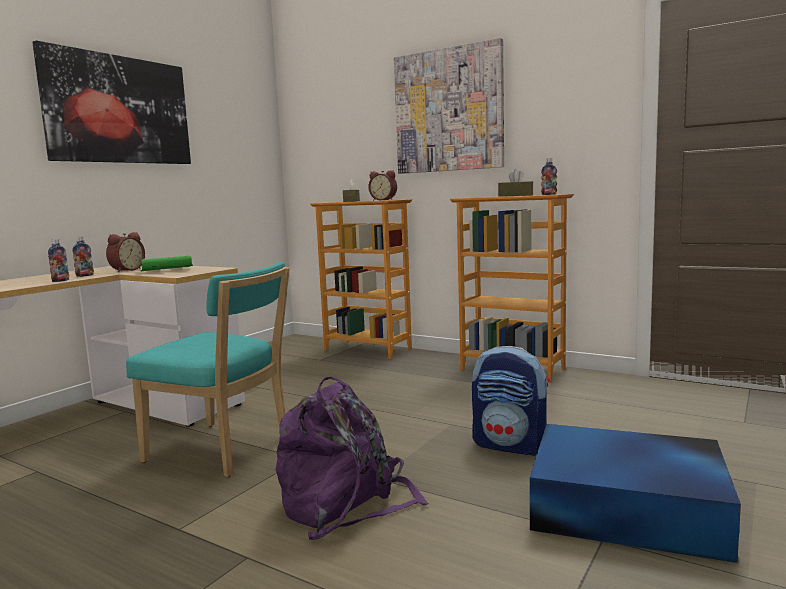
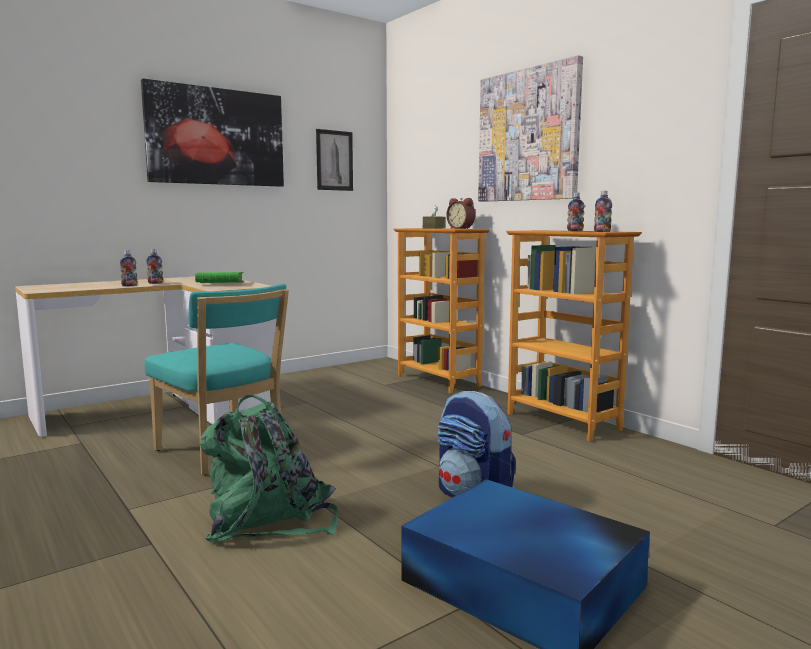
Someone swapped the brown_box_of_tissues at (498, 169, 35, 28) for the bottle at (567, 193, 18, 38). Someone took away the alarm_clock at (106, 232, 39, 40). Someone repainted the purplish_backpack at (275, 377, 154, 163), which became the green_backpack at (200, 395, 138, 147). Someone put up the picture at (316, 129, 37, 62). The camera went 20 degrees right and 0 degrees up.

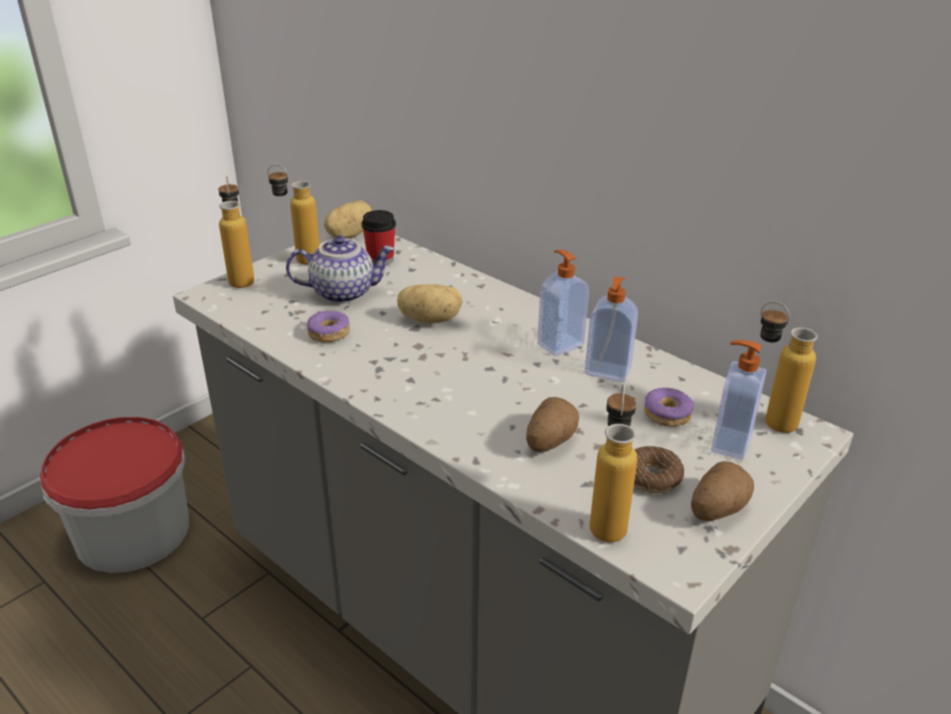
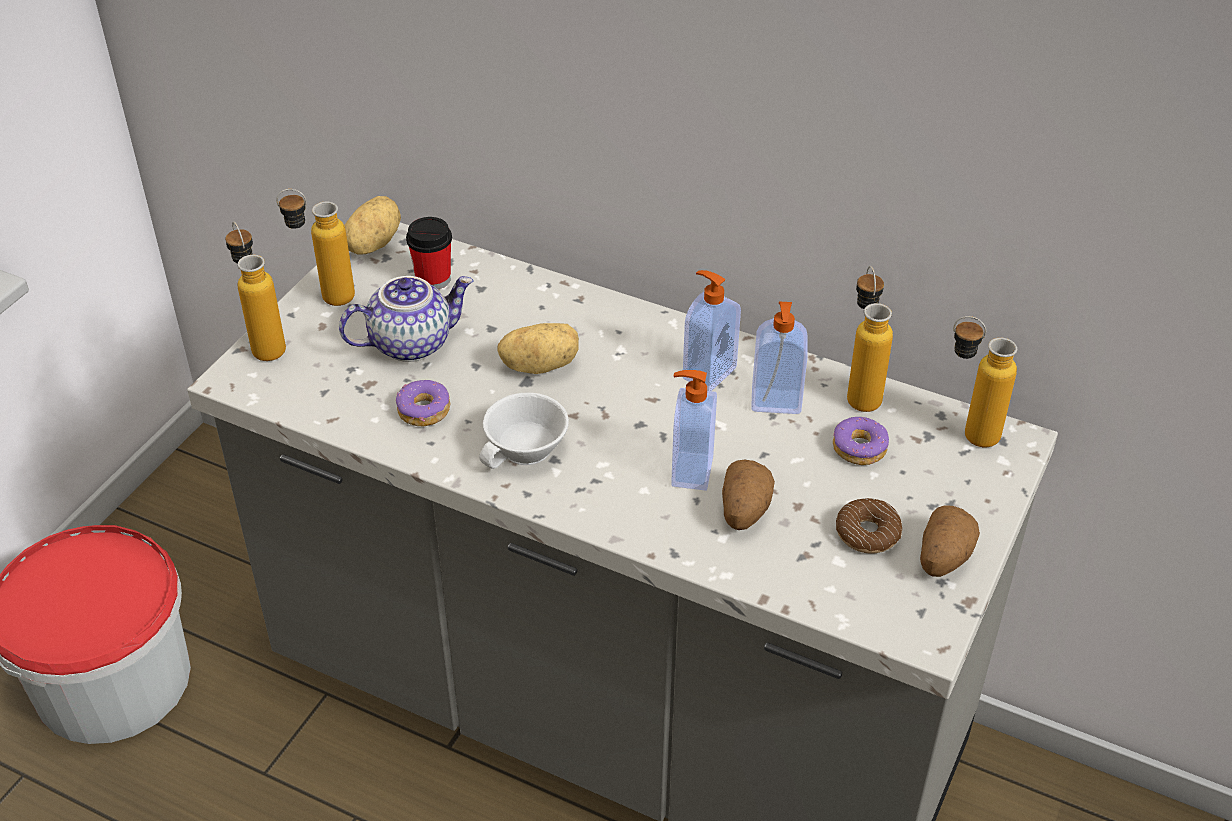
Someone carried the soap_bottle from (711, 340, 56, 120) to (671, 370, 46, 121). Someone carried the bottle from (590, 384, 47, 158) to (847, 266, 46, 146). Someone put down the white-coloured_cup at (479, 393, 90, 76). The camera went 15 degrees left and 10 degrees up.

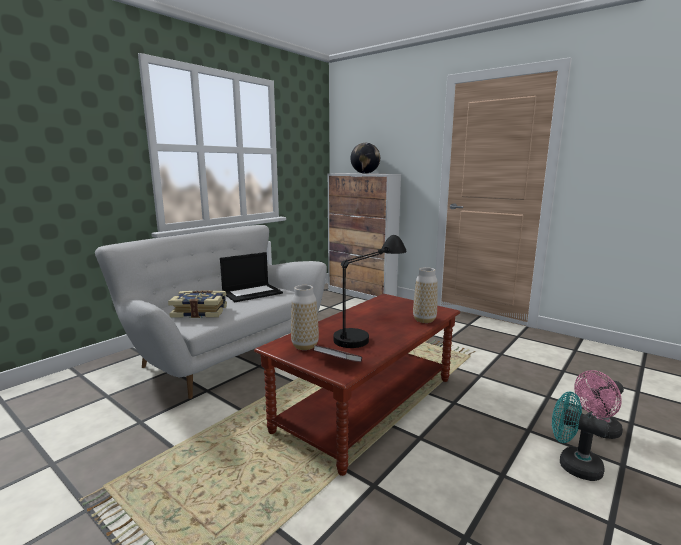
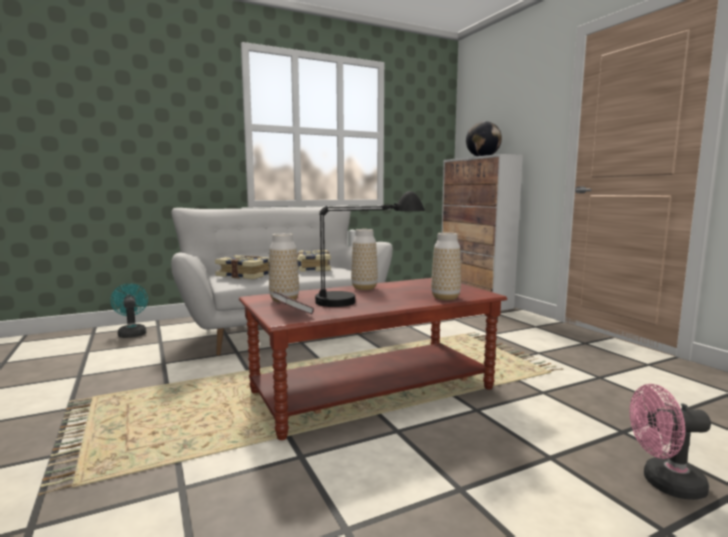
Someone swapped the portable_computer at (220, 252, 63, 50) for the volume at (297, 250, 34, 22). Someone carried the turquoise_electric_fan from (552, 391, 57, 90) to (110, 283, 38, 55). Someone put down the vase at (351, 229, 27, 61). The camera went 25 degrees right and 5 degrees down.

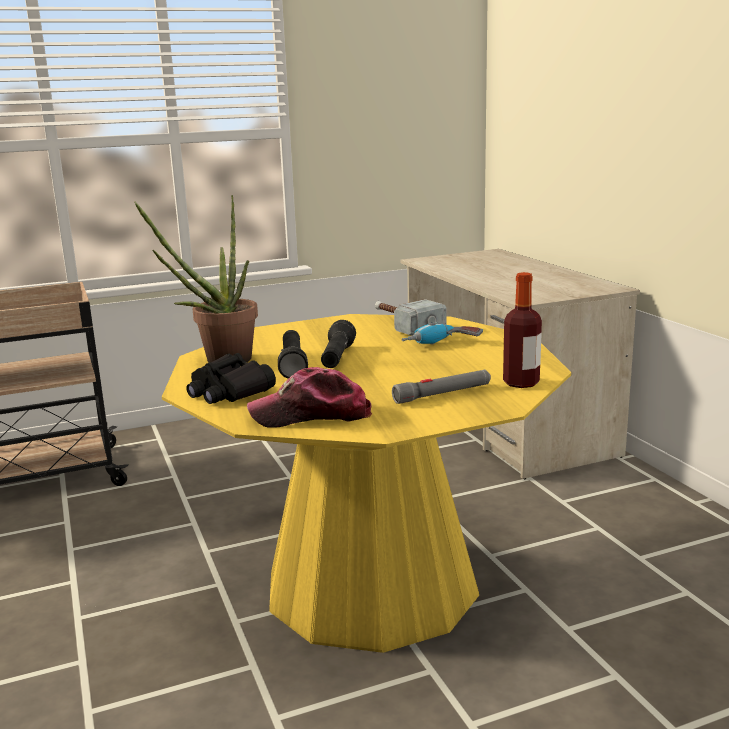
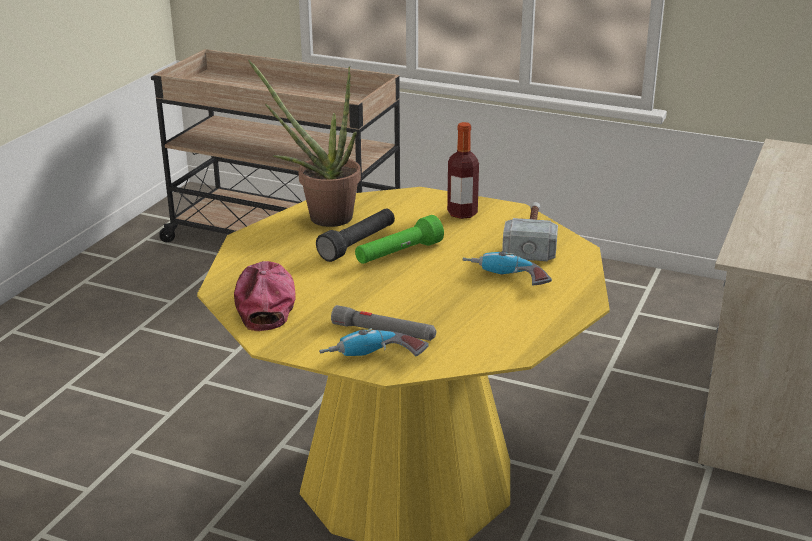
Someone carried the bottle from (503, 272, 39, 116) to (447, 122, 32, 97). Someone repainted the blackish_hand_torch at (321, 320, 35, 48), which became the green_hand_torch at (355, 215, 89, 49). Someone took away the blackish_pair_of_binoculars at (186, 353, 90, 51). Someone rotated the cap at (247, 367, 125, 60) by 45 degrees clockwise. Someone put down the electric_drill at (319, 328, 110, 28). The camera went 45 degrees right and 10 degrees up.

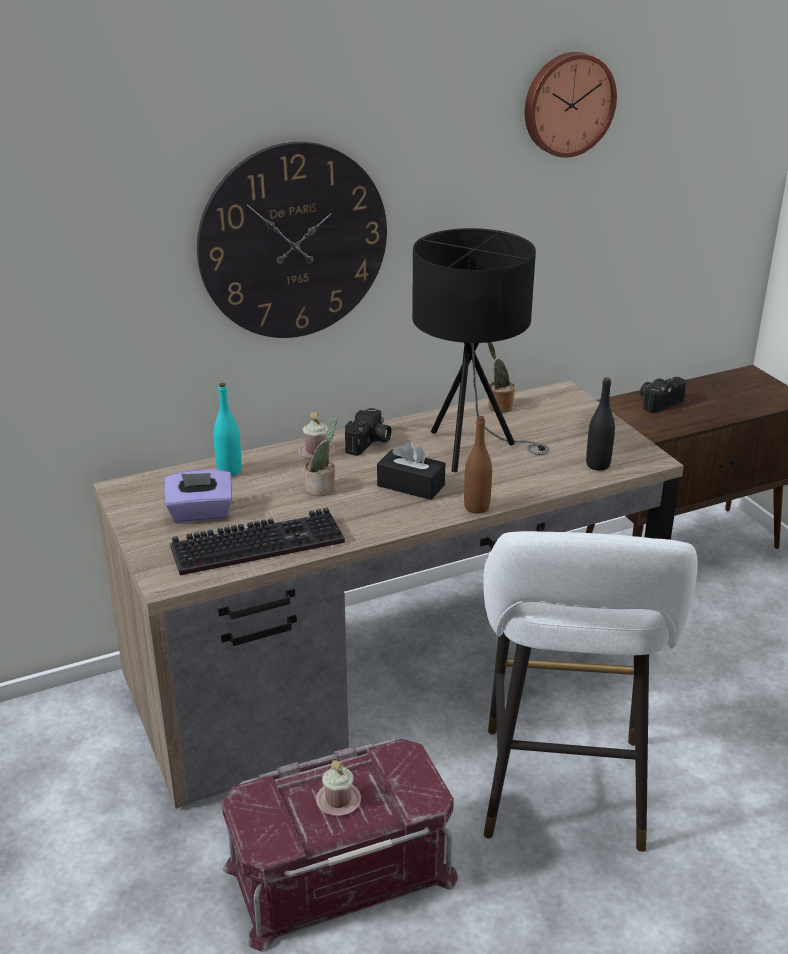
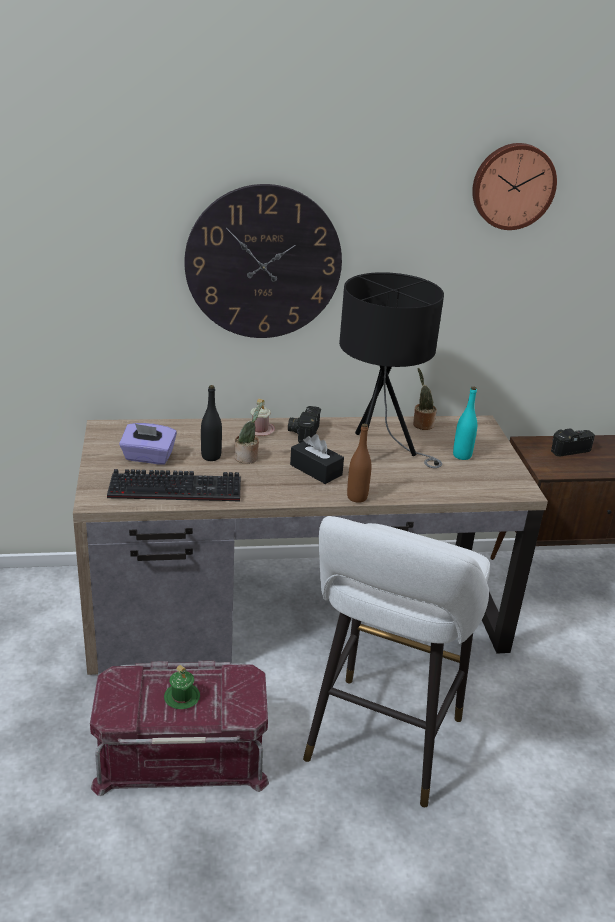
Someone carried the blackish_bottle from (586, 377, 29, 94) to (201, 385, 21, 76). Someone carried the turquoise_bottle from (213, 383, 29, 93) to (453, 387, 24, 73). Someone rotated the photo_camera at (345, 408, 46, 48) by 150 degrees clockwise. Someone repainted the pink-coloured_coffee_mug at (316, 760, 45, 56), which became the green_coffee_mug at (164, 665, 36, 44). The camera went 15 degrees right and 0 degrees up.

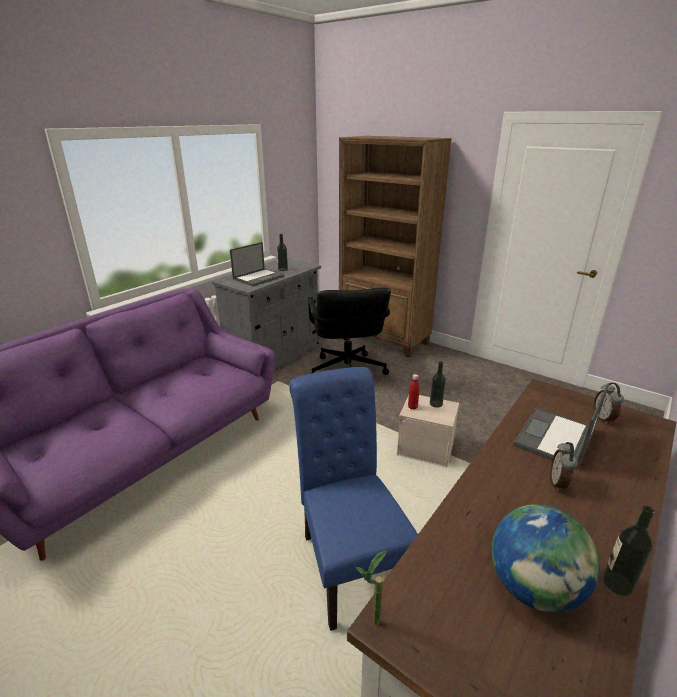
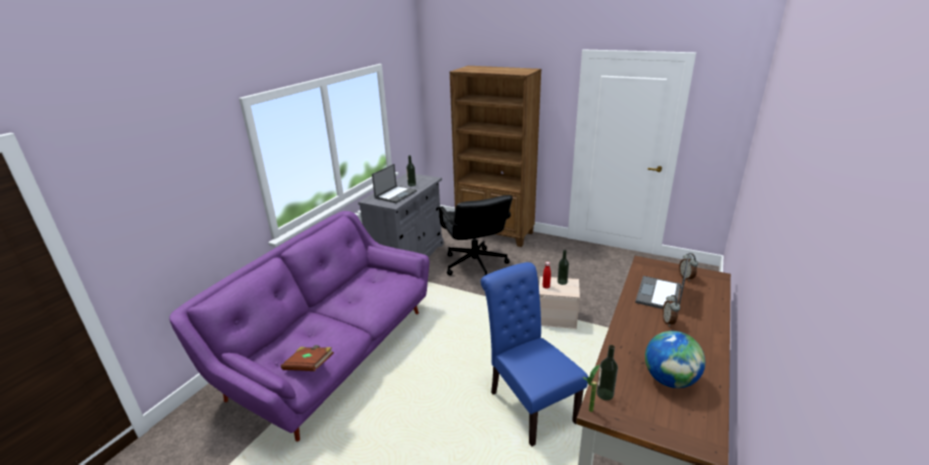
Someone carried the bottle from (603, 506, 52, 90) to (597, 345, 21, 55). Someone put down the brown_volume at (281, 345, 53, 26). The camera went 10 degrees left and 0 degrees up.

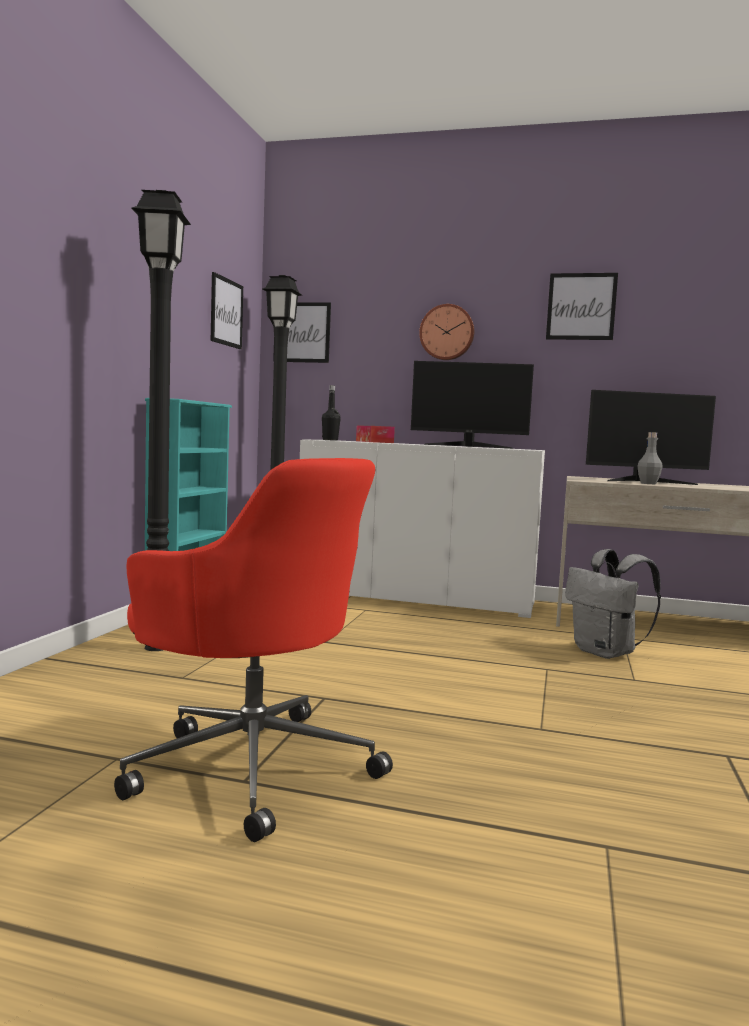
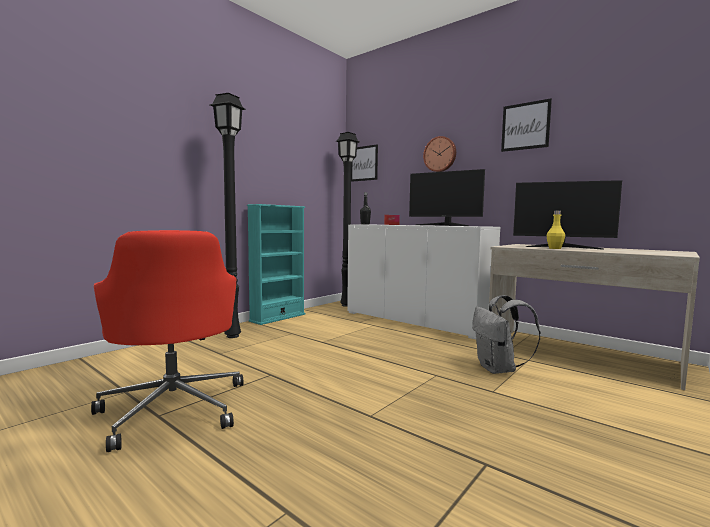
Someone took away the picture at (211, 272, 32, 77). Someone repainted the gray_bottle at (638, 432, 25, 52), which became the yellow-coloured_bottle at (547, 210, 18, 39). The camera went 25 degrees right and 0 degrees up.

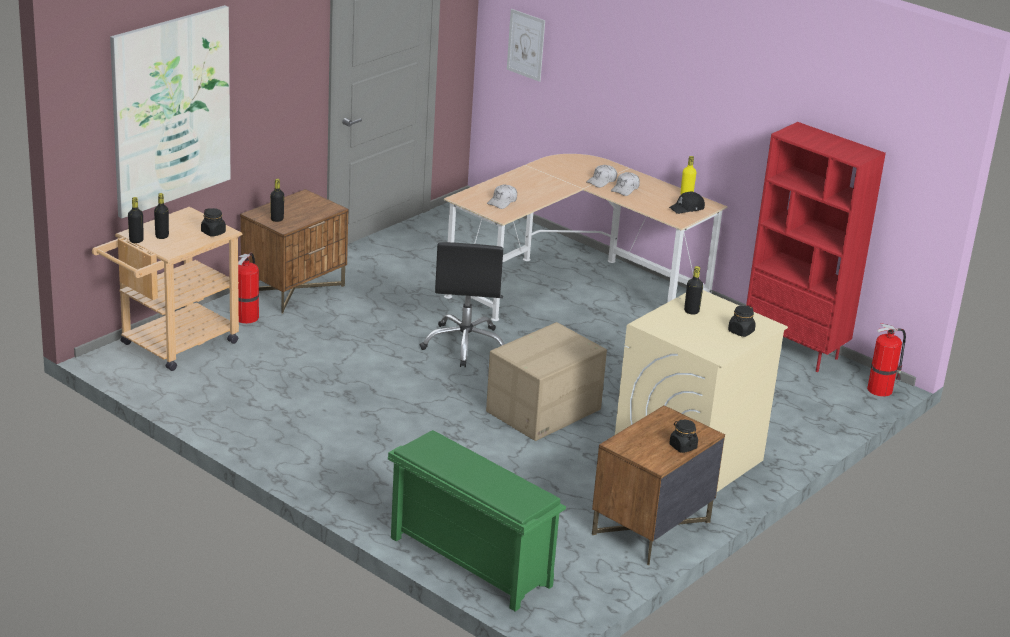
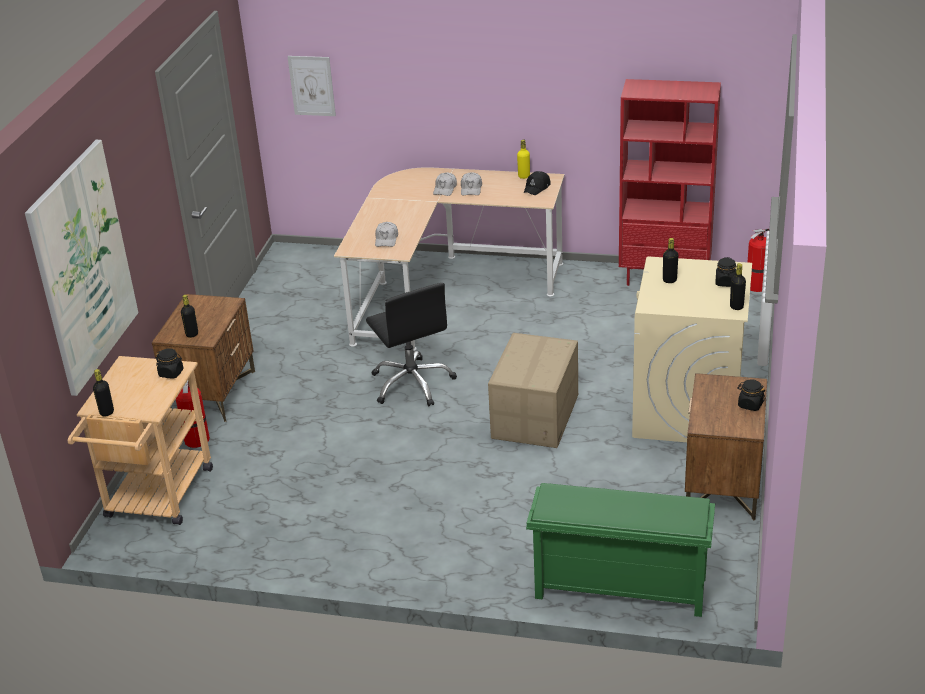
Someone carried the blackish_bottle from (154, 193, 15, 46) to (730, 263, 16, 47). The camera went 25 degrees left and 5 degrees up.

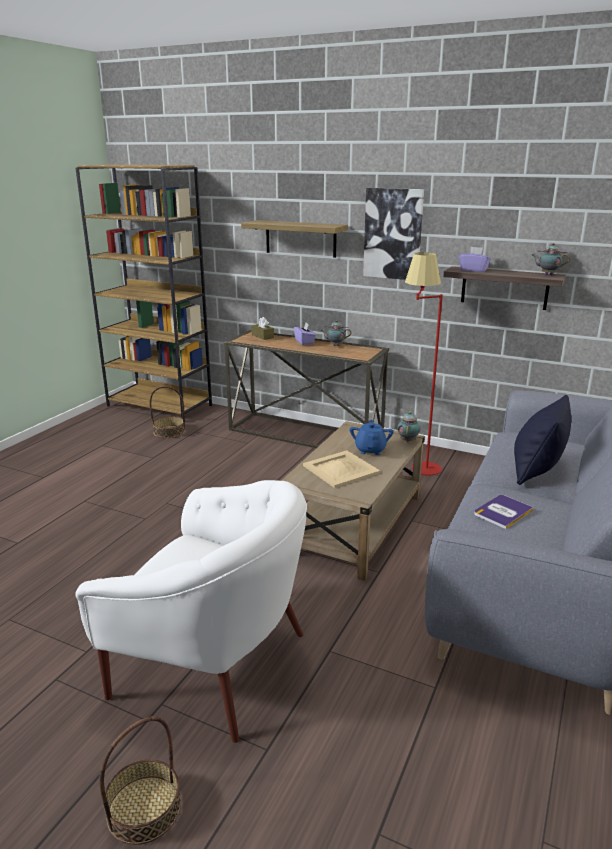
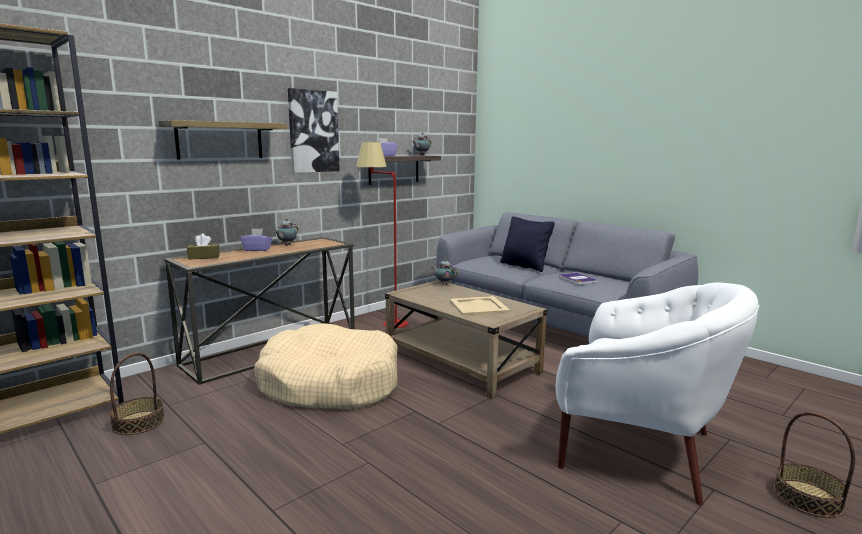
Someone took away the blue-coloured_tea_pot at (349, 420, 45, 35). Someone rotated the white-coloured_easy_chair at (75, 480, 232, 263) by 75 degrees clockwise. Someone put down the beige_dog_cushion at (254, 323, 143, 87). The camera went 70 degrees left and 10 degrees down.

